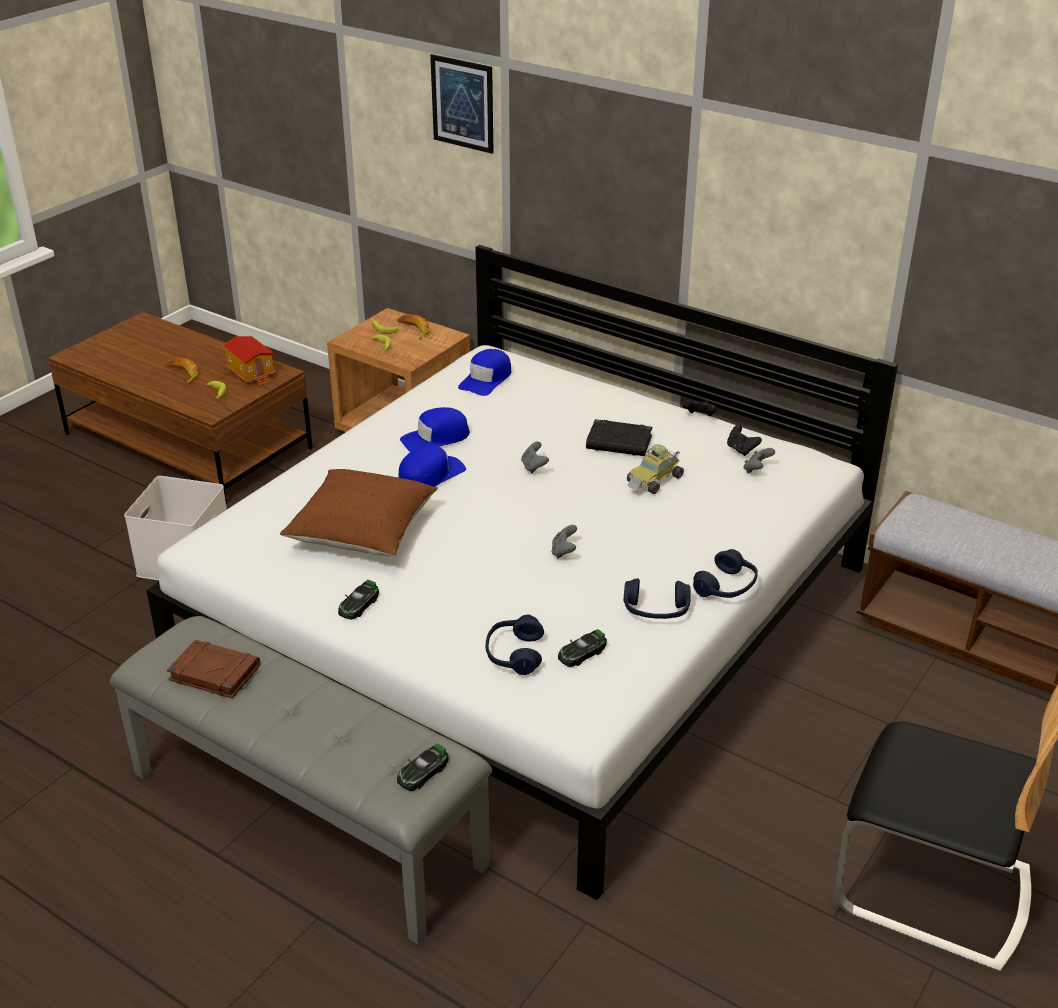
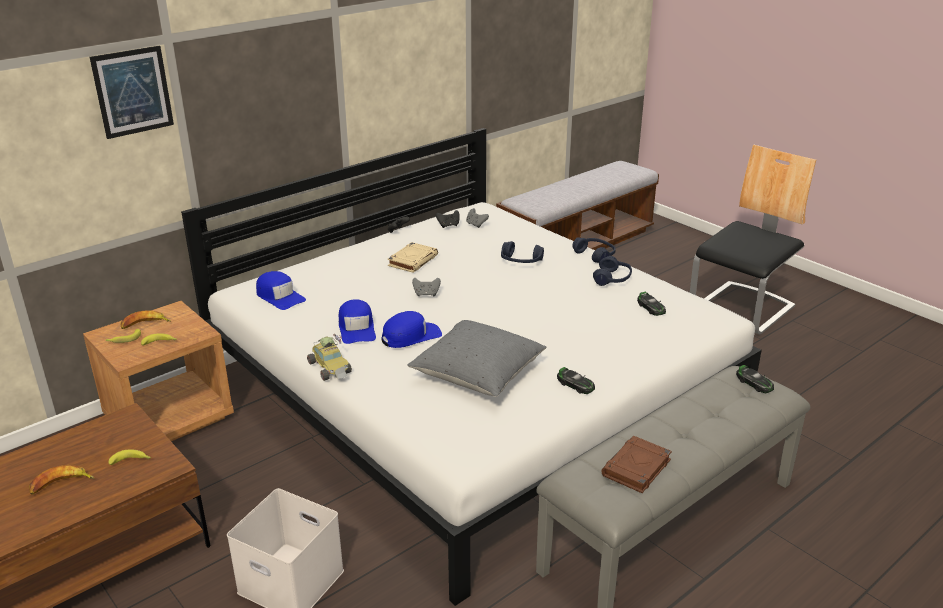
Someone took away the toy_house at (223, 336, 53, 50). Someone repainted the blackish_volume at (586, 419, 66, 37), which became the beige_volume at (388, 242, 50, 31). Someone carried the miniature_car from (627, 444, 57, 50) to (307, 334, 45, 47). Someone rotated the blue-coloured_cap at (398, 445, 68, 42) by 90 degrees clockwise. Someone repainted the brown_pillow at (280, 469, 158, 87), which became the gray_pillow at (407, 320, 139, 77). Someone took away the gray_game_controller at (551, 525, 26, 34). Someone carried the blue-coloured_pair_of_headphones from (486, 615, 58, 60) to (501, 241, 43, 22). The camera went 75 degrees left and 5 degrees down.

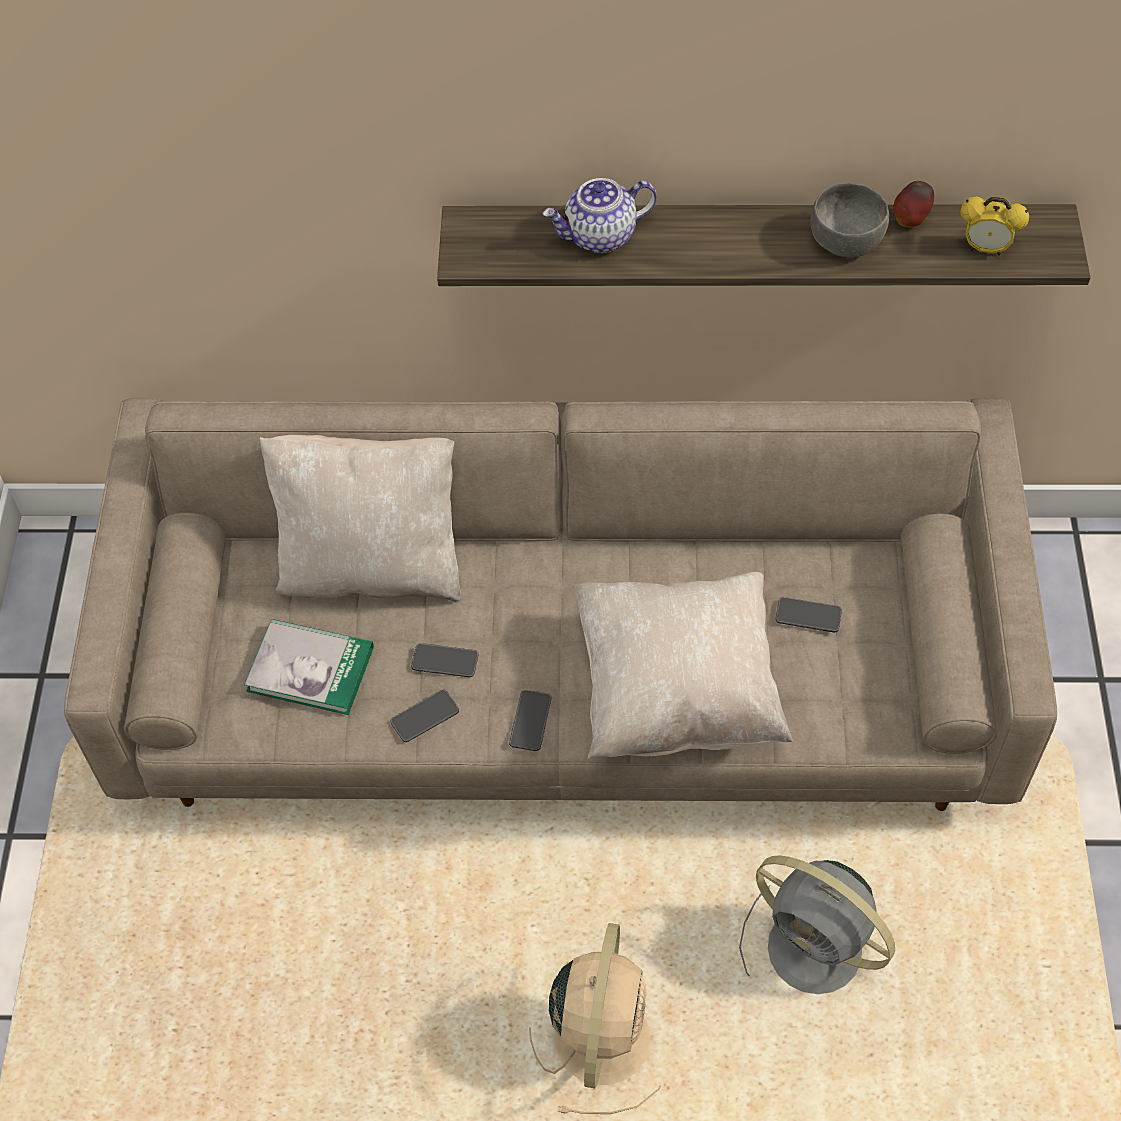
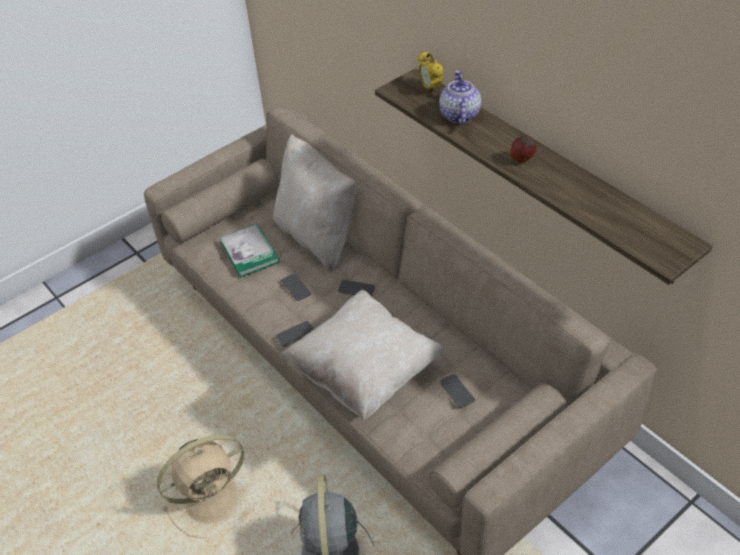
Someone rotated the tea_pot at (543, 178, 114, 75) by 60 degrees clockwise. Someone carried the whole_apple from (894, 181, 40, 46) to (510, 136, 26, 27). Someone took away the gray_serving_bowl at (811, 183, 78, 74). Someone carried the alarm_clock from (961, 197, 68, 59) to (417, 52, 26, 41). Someone carried the phone from (390, 690, 69, 52) to (338, 280, 37, 16). The camera went 50 degrees right and 10 degrees down.

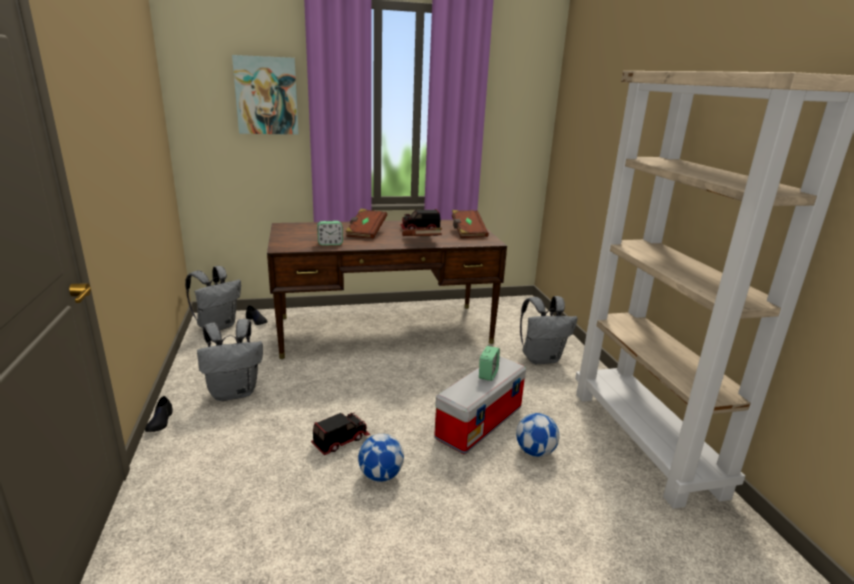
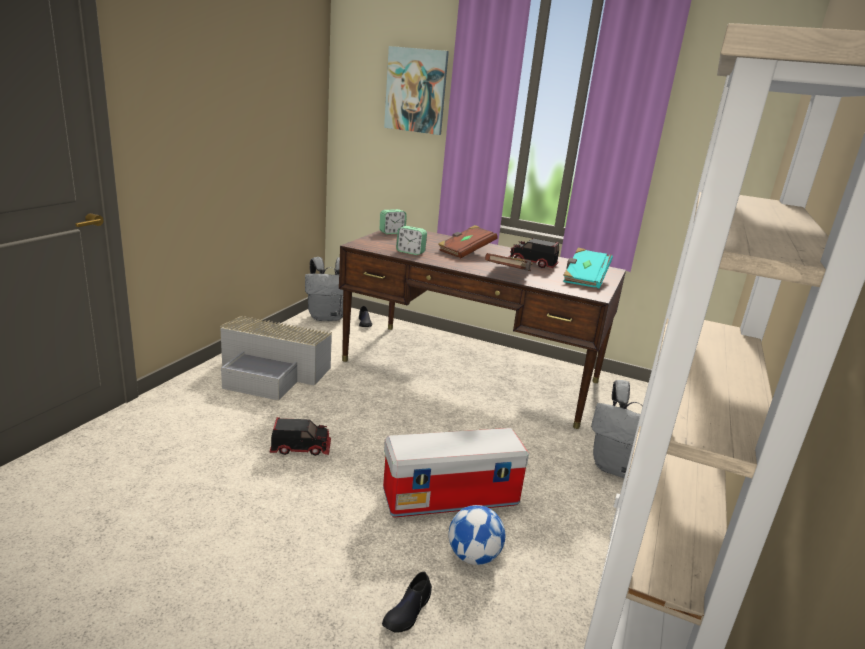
Someone repainted the brown_volume at (452, 210, 37, 28), which became the turquoise_volume at (563, 248, 50, 40). Someone swapped the gray_backpack at (197, 319, 66, 82) for the gray_storage_box at (220, 316, 112, 85). Someone carried the alarm_clock from (479, 346, 21, 35) to (380, 209, 27, 25). Someone carried the blackish_shoe from (145, 396, 28, 36) to (382, 572, 50, 61). Someone took away the ball_for_football at (358, 434, 46, 48). The camera went 35 degrees right and 0 degrees up.

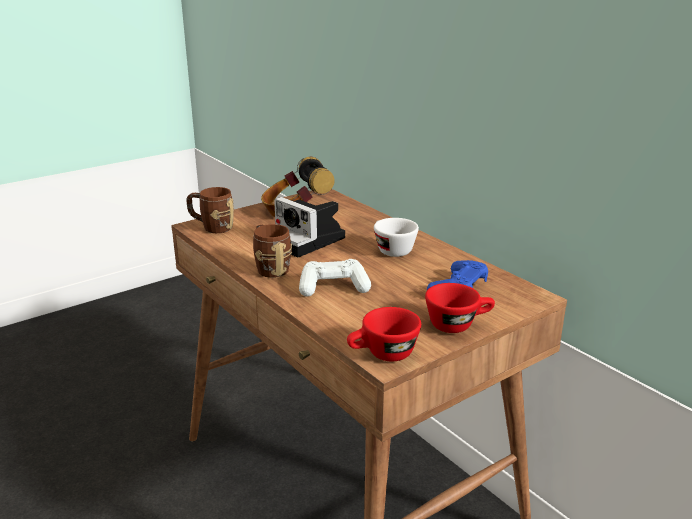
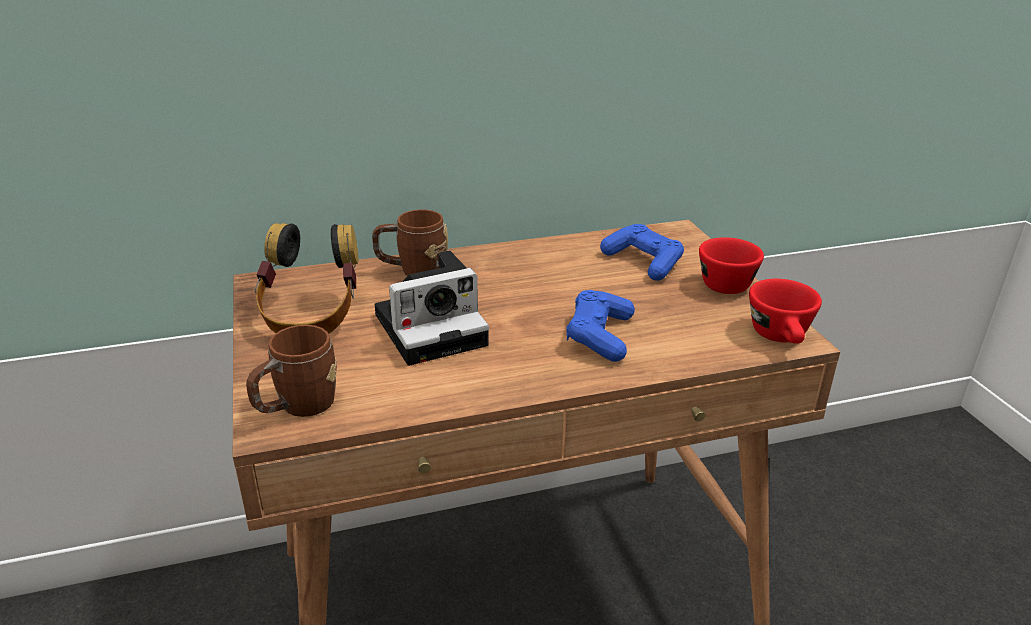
Someone took away the white-coloured_cup at (374, 218, 45, 39). Someone carried the brown_coffee_mug from (253, 224, 39, 54) to (372, 210, 76, 66). Someone repainted the white-coloured_game_controller at (299, 259, 72, 38), which became the blue-coloured_game_controller at (566, 290, 69, 72). The camera went 70 degrees left and 5 degrees up.

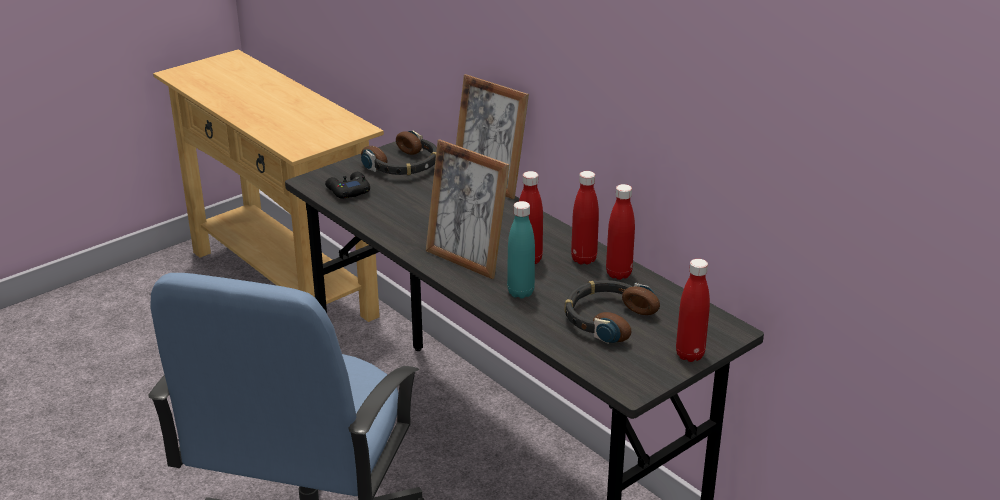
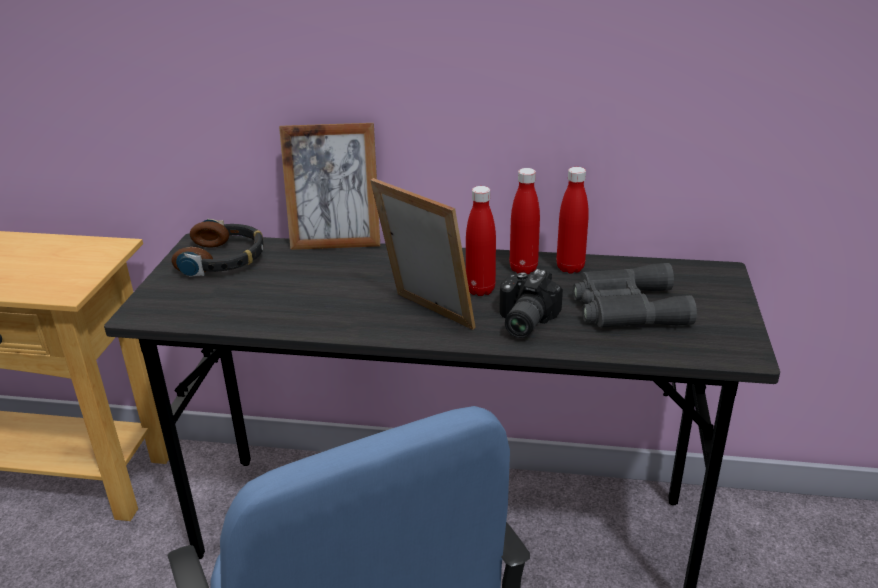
Someone rotated the picture_frame at (426, 140, 84, 139) by 135 degrees counterclockwise. Someone took away the blackish_game_controller at (325, 172, 45, 27). Someone swapped the turquoise_bottle at (507, 201, 28, 97) for the photo_camera at (499, 269, 64, 69). Someone took away the reddish_bottle at (676, 259, 34, 103). Someone swapped the pair_of_headphones at (565, 280, 95, 64) for the gray_pair_of_binoculars at (573, 263, 124, 64). The camera went 40 degrees left and 0 degrees up.

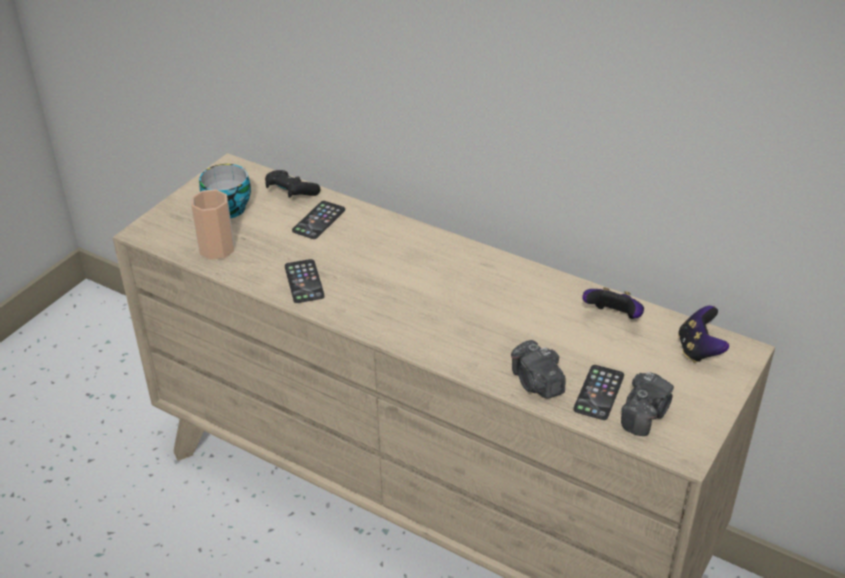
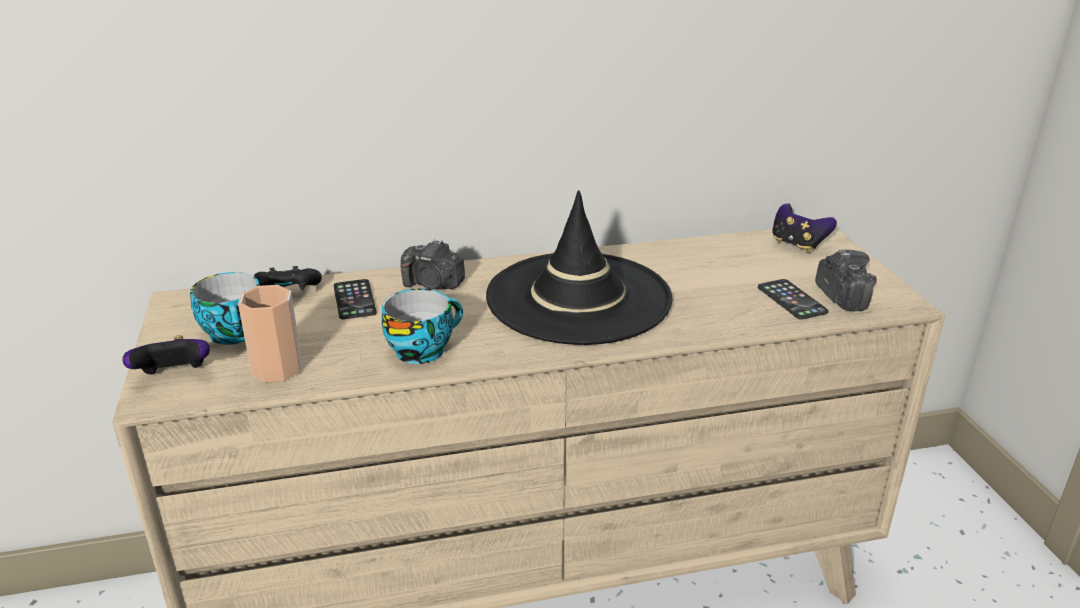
Someone swapped the phone at (285, 259, 40, 44) for the cup at (382, 289, 81, 75). Someone carried the game_controller from (582, 287, 62, 32) to (122, 335, 88, 40). Someone carried the photo_camera from (511, 340, 54, 59) to (401, 239, 64, 51). Someone put down the blackish_wearable_hat at (486, 190, 186, 155). The camera went 45 degrees left and 10 degrees down.

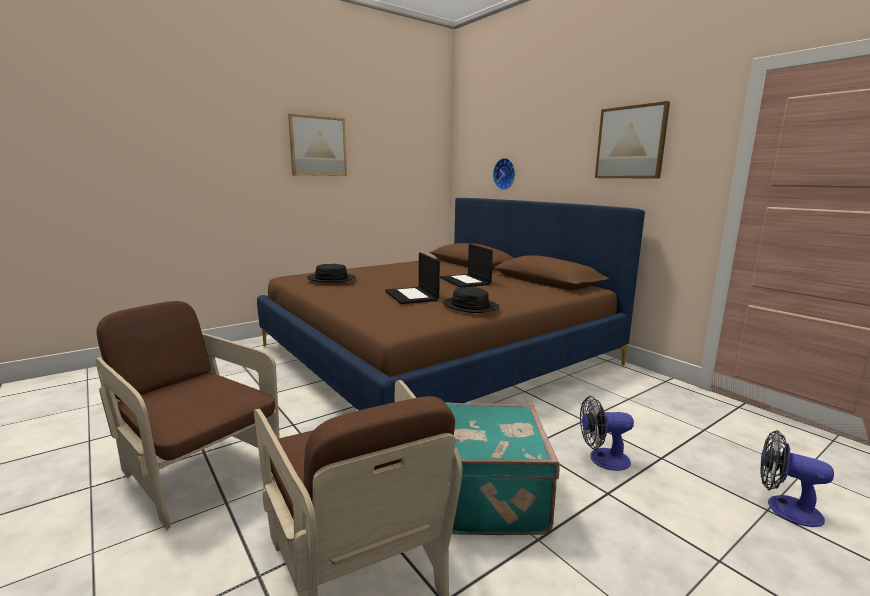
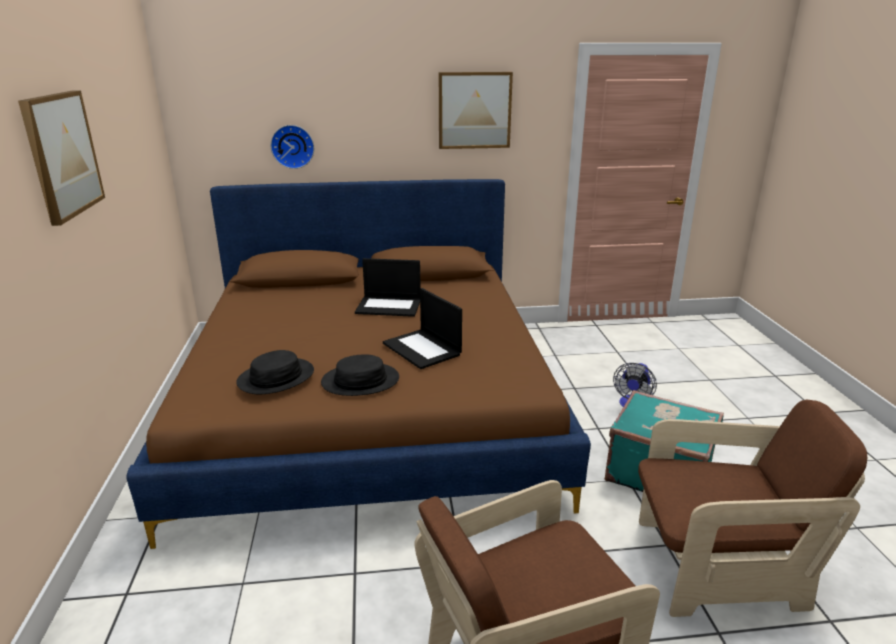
Someone rotated the portable_computer at (385, 252, 55, 52) by 45 degrees clockwise. Someone carried the blackish_wearable_hat from (442, 287, 57, 26) to (321, 354, 78, 42). Someone took away the electric_fan at (760, 430, 74, 97). The camera went 60 degrees left and 10 degrees up.

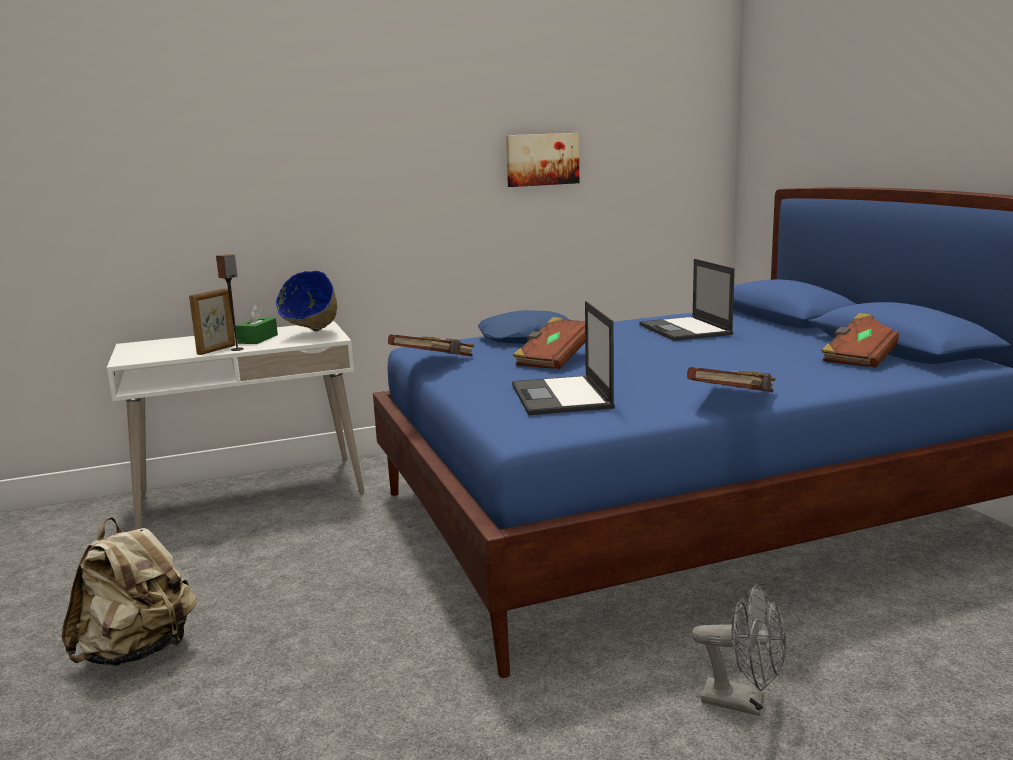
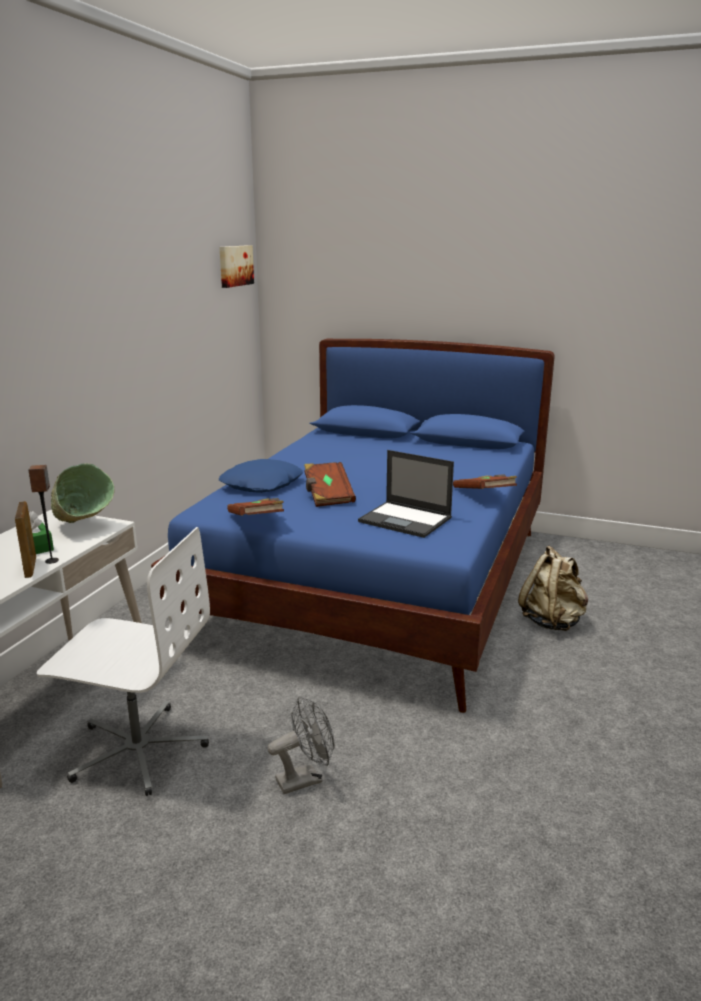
Someone carried the picture from (506, 133, 73, 54) to (219, 245, 35, 43). Someone took away the portable_computer at (639, 259, 96, 82). Someone repainted the blue-coloured_serving_bowl at (276, 271, 61, 61), which became the green_serving_bowl at (51, 463, 63, 60). Someone took away the brown_volume at (821, 313, 78, 55). Someone carried the beige_backpack from (61, 517, 135, 149) to (518, 546, 71, 85). Someone carried the gray_electric_fan from (692, 585, 94, 131) to (268, 696, 67, 98). Someone put down the white-coloured_computer_chair at (37, 527, 173, 269). The camera went 50 degrees left and 5 degrees up.

